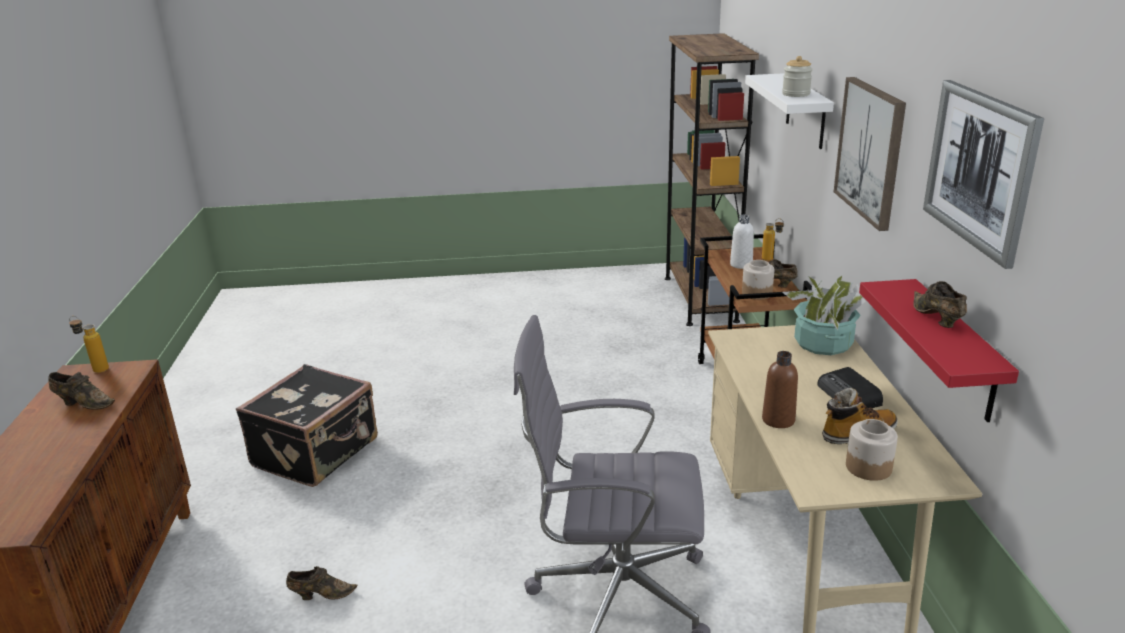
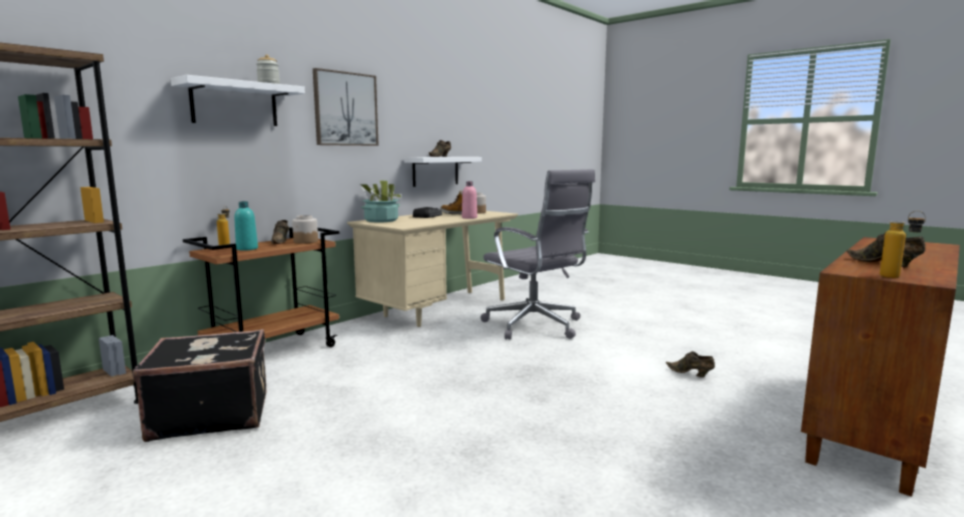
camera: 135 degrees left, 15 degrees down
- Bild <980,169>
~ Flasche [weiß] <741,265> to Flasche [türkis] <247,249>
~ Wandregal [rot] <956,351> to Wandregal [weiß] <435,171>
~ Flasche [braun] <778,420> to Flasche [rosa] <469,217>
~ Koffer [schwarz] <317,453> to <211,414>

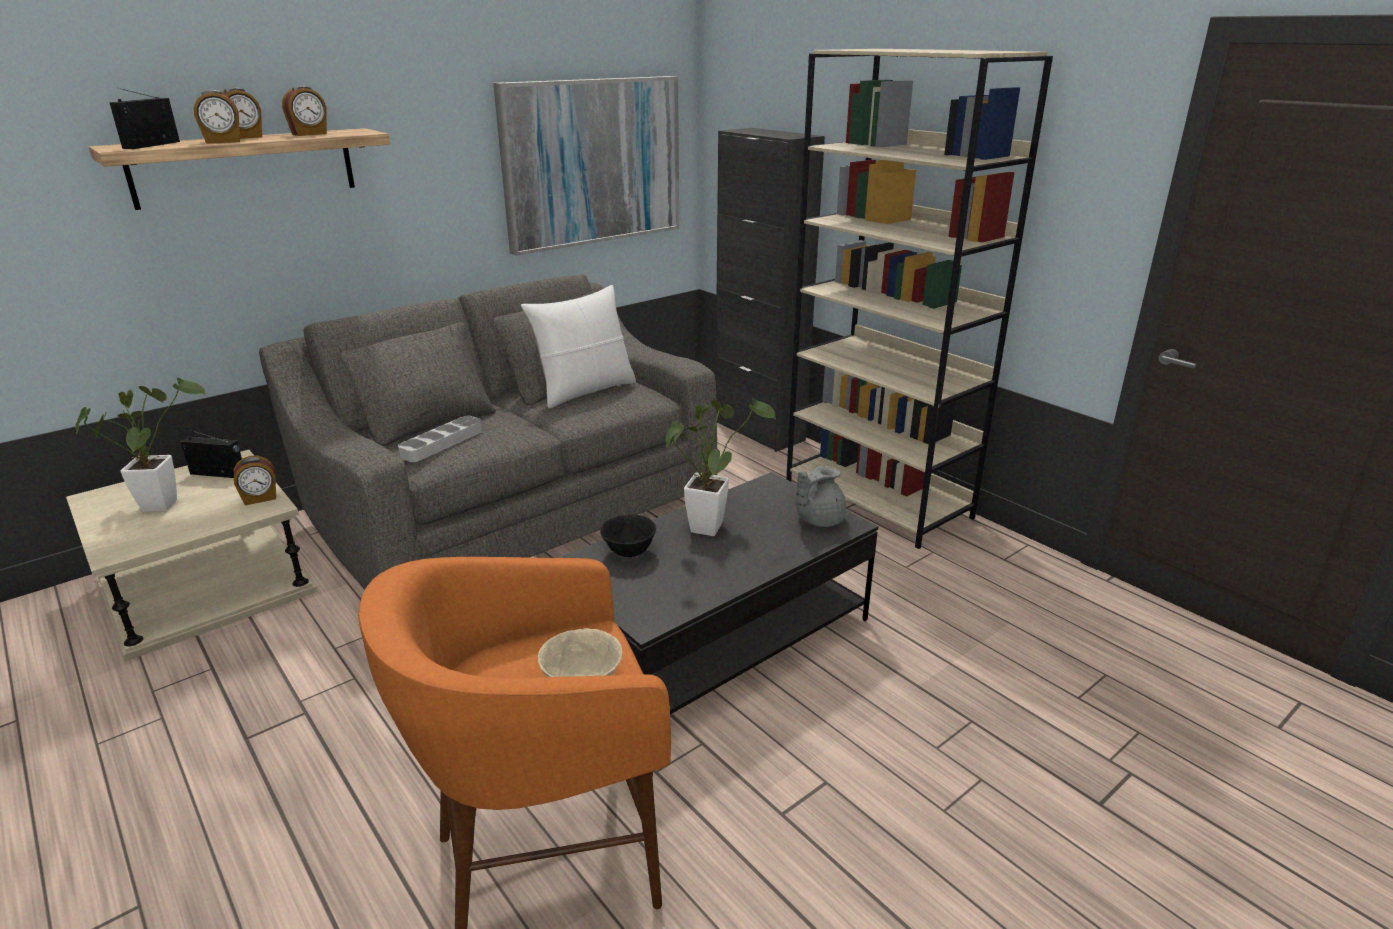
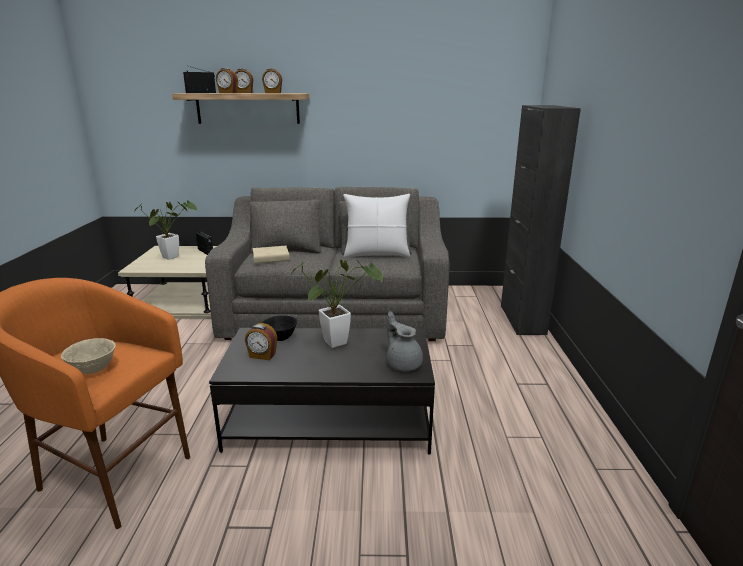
camera: 40 degrees right, 5 degrees down
- Bücherregal [beige] <878,499>
- Bild <592,162>
~ Tablett [grau] <442,443> to Buch [beige] <271,258>
~ Wecker <260,498> to <262,355>
~ Teekanne [grau] <818,520> = <403,363> 60 degrees clockwise

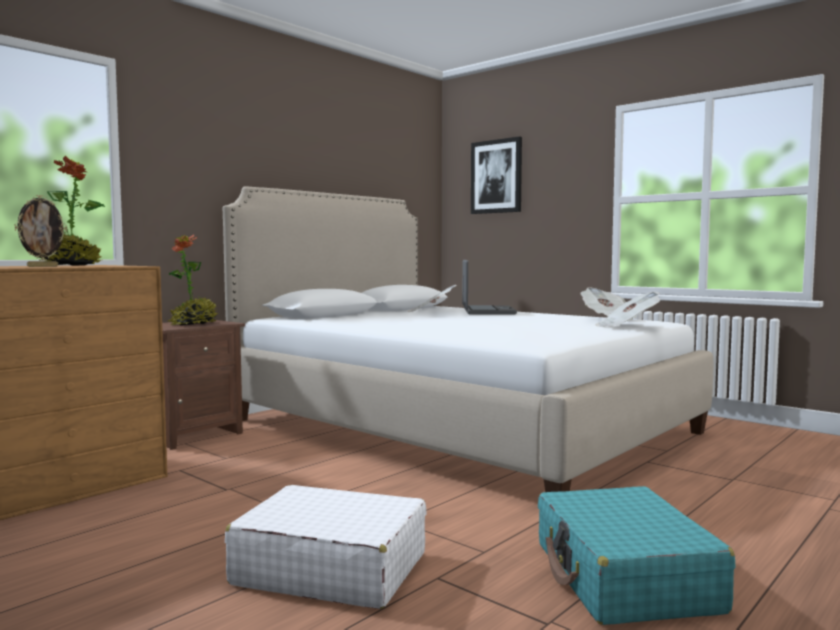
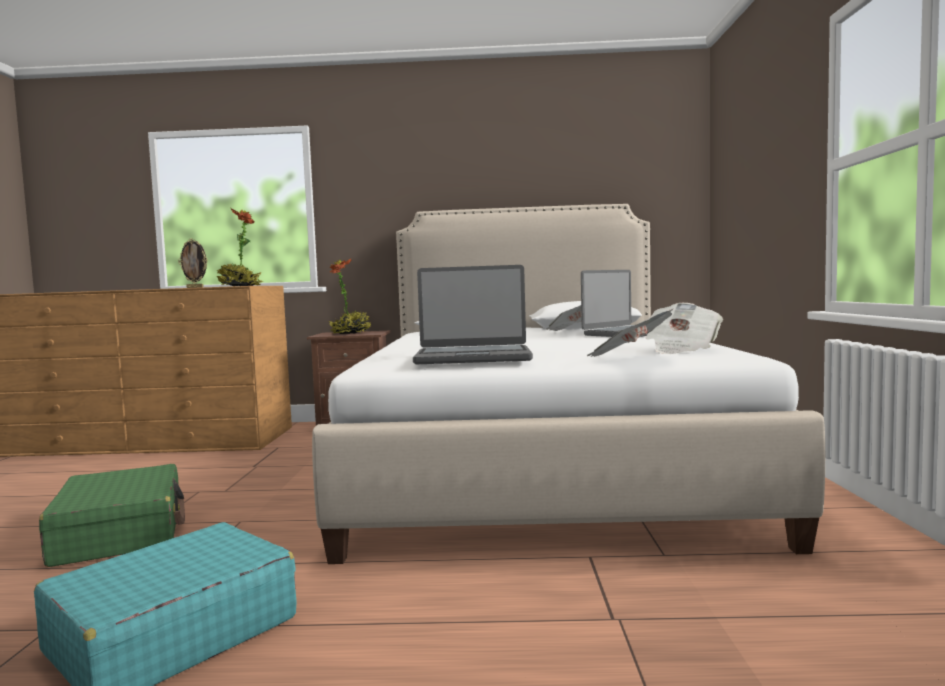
camera: 50 degrees right, 0 degrees up
- Bild <496,176>
~ Koffer [weiß] <330,568> to Koffer [grün] <121,533>
+ Laptop <473,357>

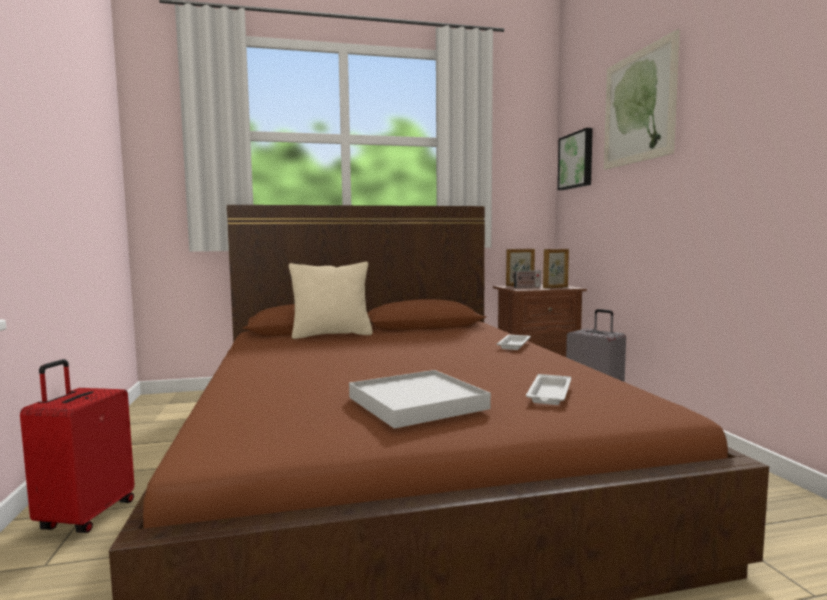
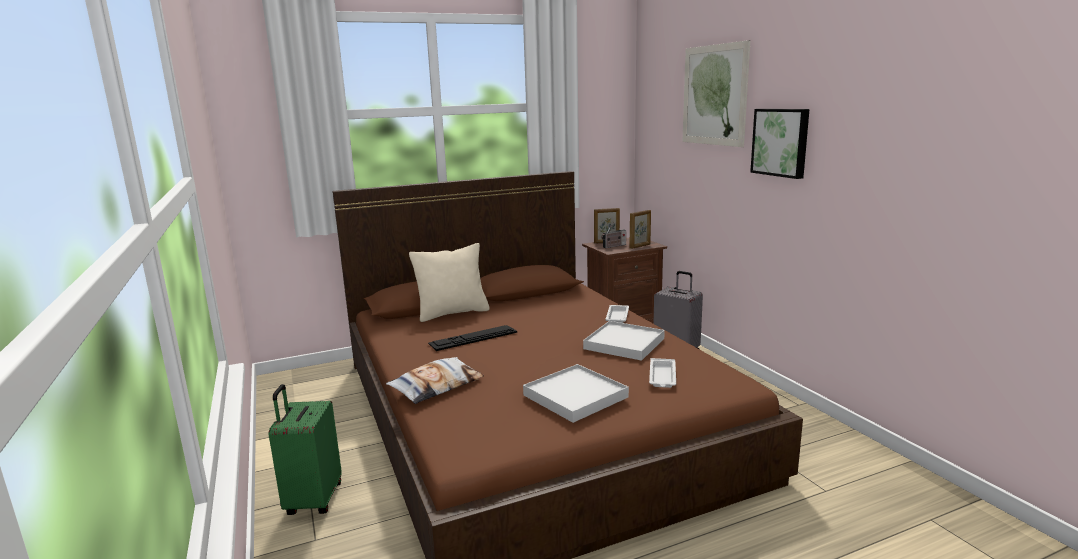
camera: 10 degrees left, 10 degrees up
~ Bild <577,160> to <781,142>
~ Koffer [rot] <85,516> to Koffer [grün] <313,500>
+ Tablett [weiß] <624,343>
+ Tastatur <473,337>
+ Kissen <436,386>

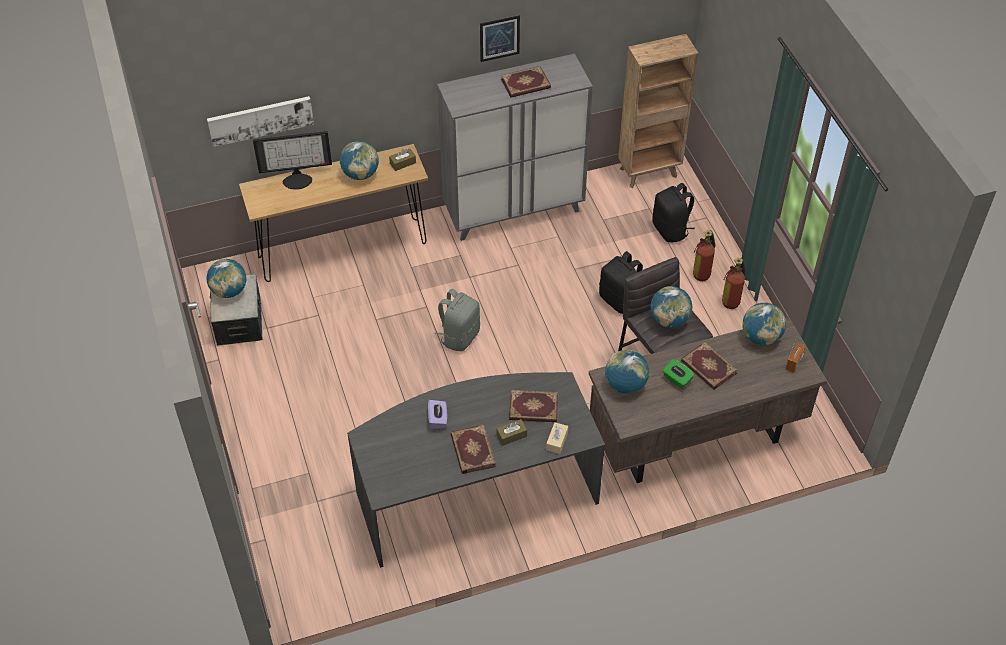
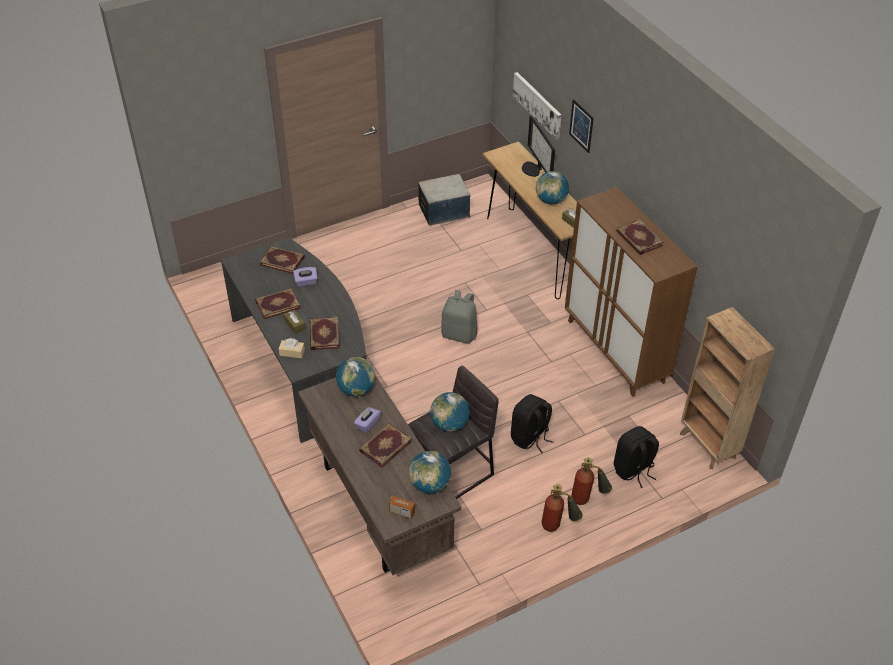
camera: 80 degrees right, 5 degrees down
~ Bild <499,38> to <581,126>
~ Schrank [grau] <514,211> to Schrank [braun] <615,351>
- Globus <229,291>
~ Taschentuchbox [grün] <677,379> to Taschentuchbox [lila] <367,424>
+ Buch <282,261>

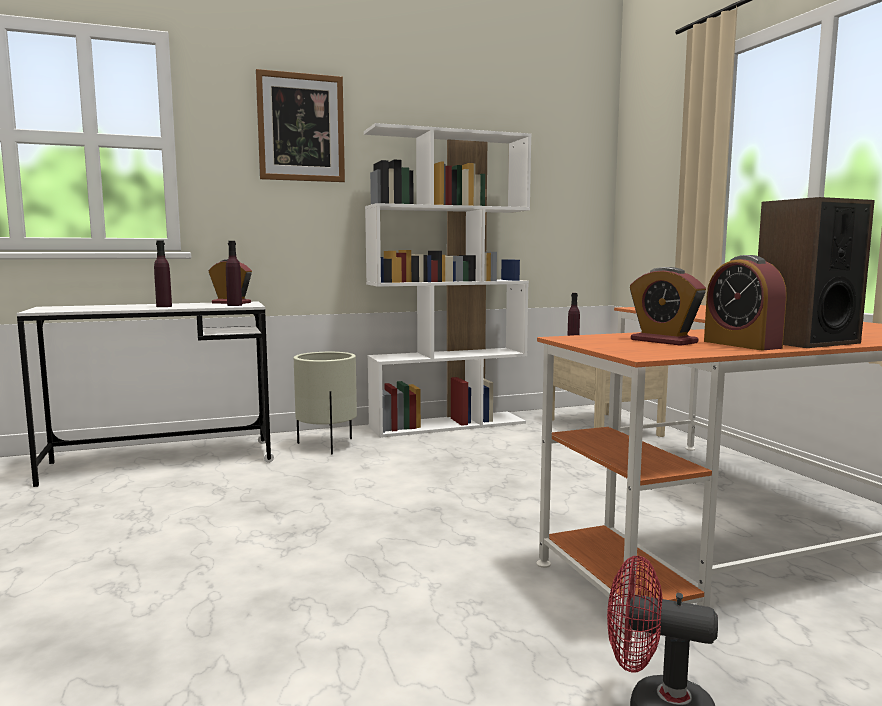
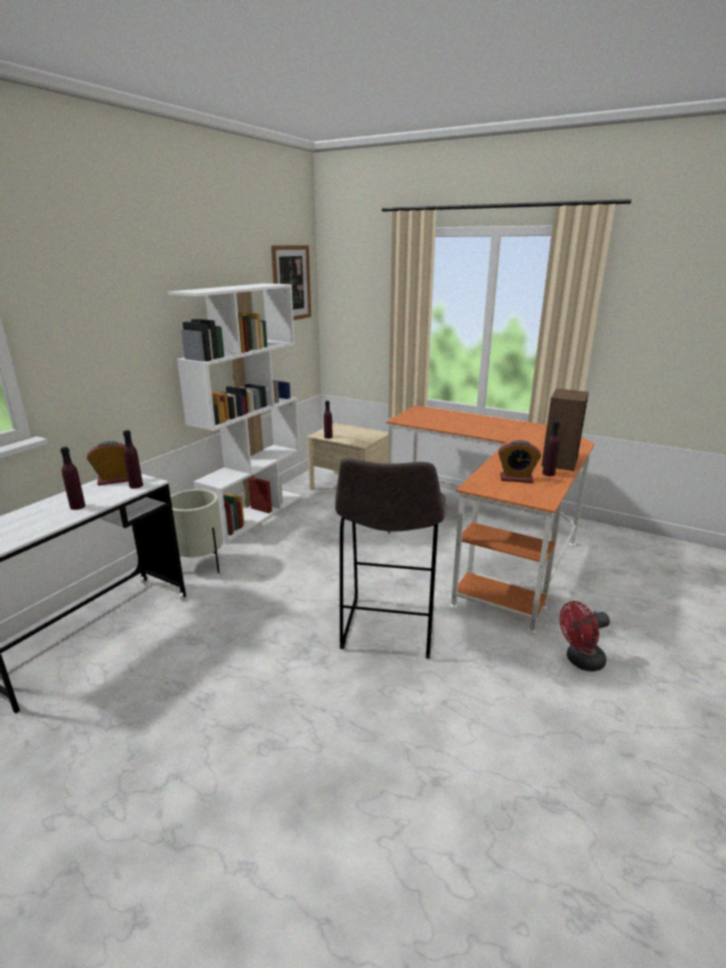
camera: 40 degrees left, 15 degrees up
~ Bild <301,127> to <291,283>
~ Wecker <741,344> to Flasche [lila] <548,474>
+ Hocker [grau] <388,629>

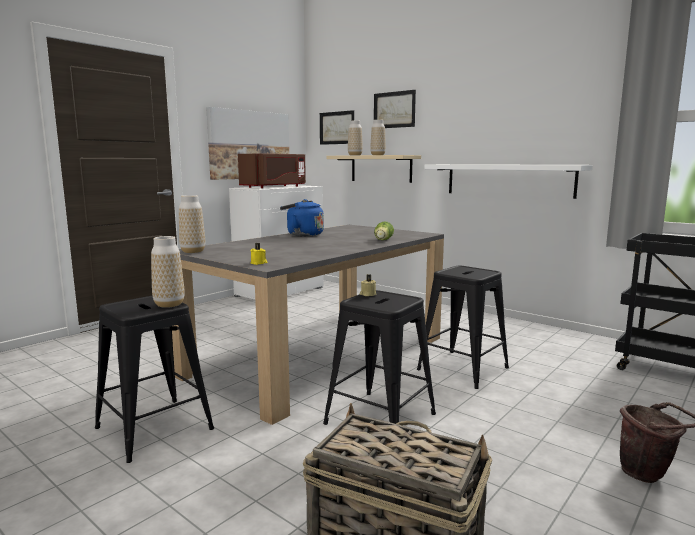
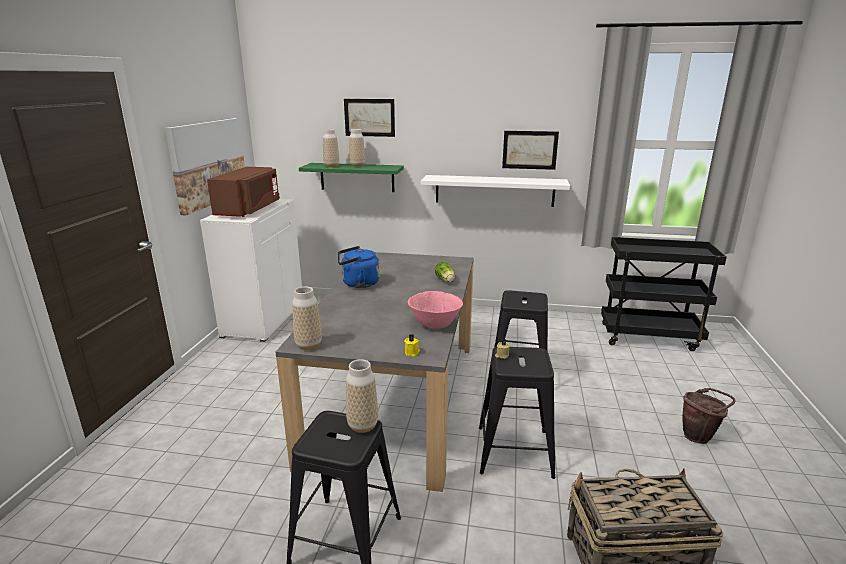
camera: 30 degrees left, 10 degrees up
~ Bild <337,128> to <529,150>
~ Wandregal [beige] <381,168> to Wandregal [grün] <357,177>
+ Schüssel [rosa] <434,324>

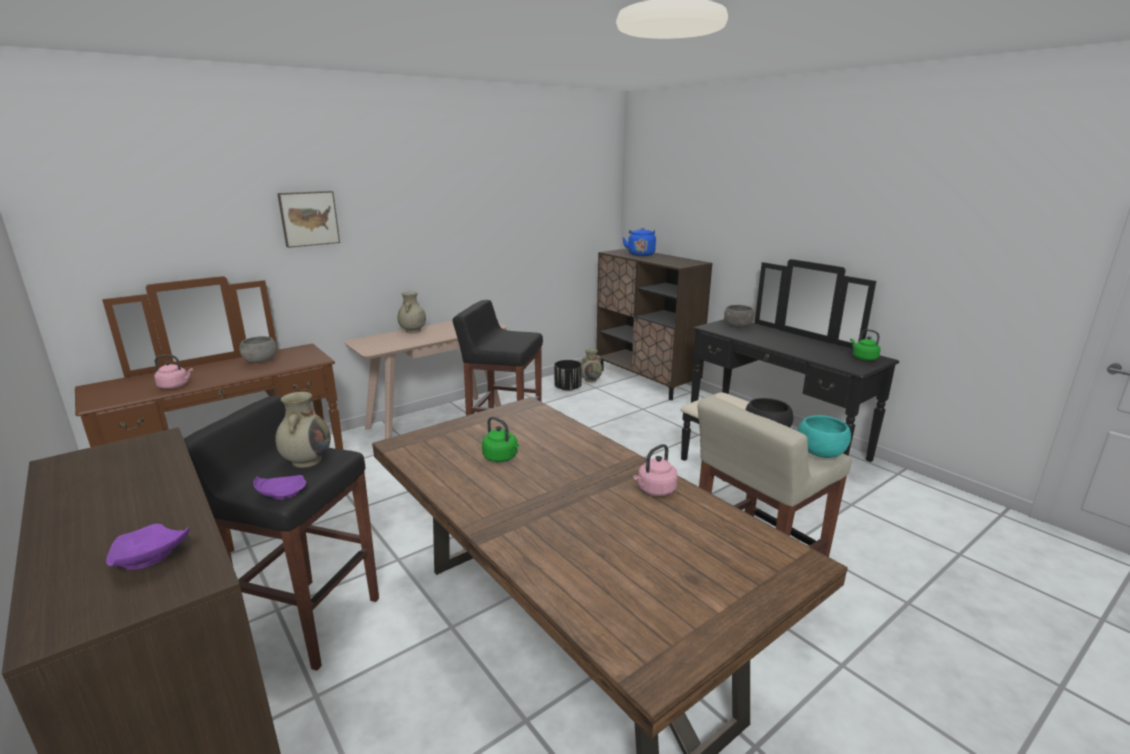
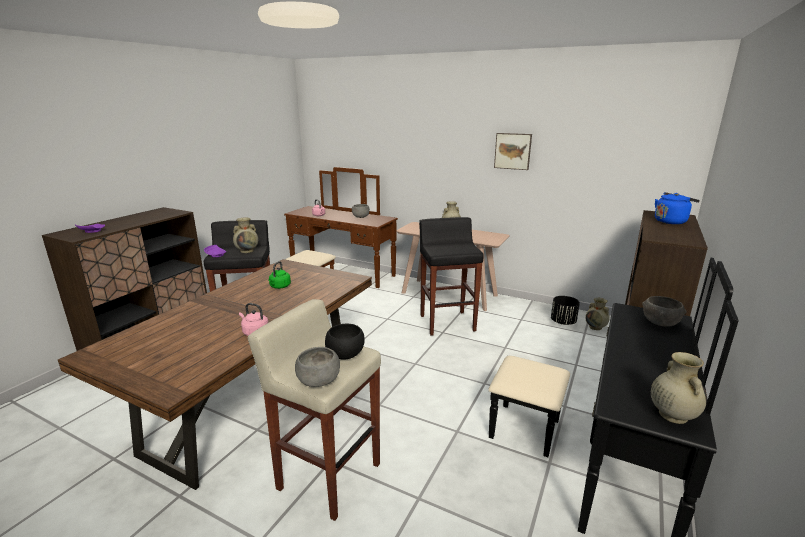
camera: 65 degrees right, 0 degrees up
~ Bild <308,218> to <513,151>
~ Wasserkessel [grün] <863,358> to Vase [beige] <672,414>
~ Schüssel [türkis] <820,454> to Schüssel [grau] <318,381>

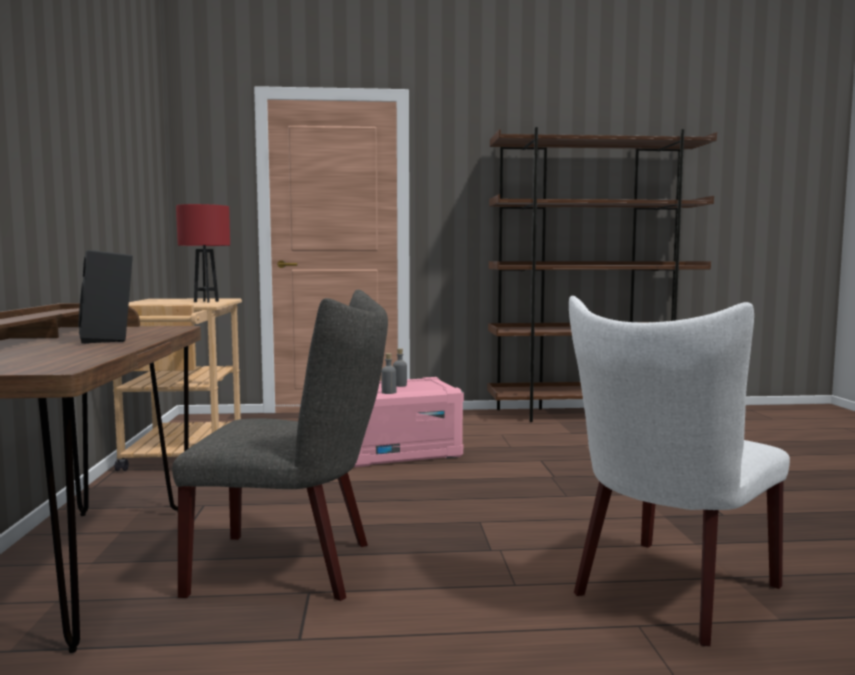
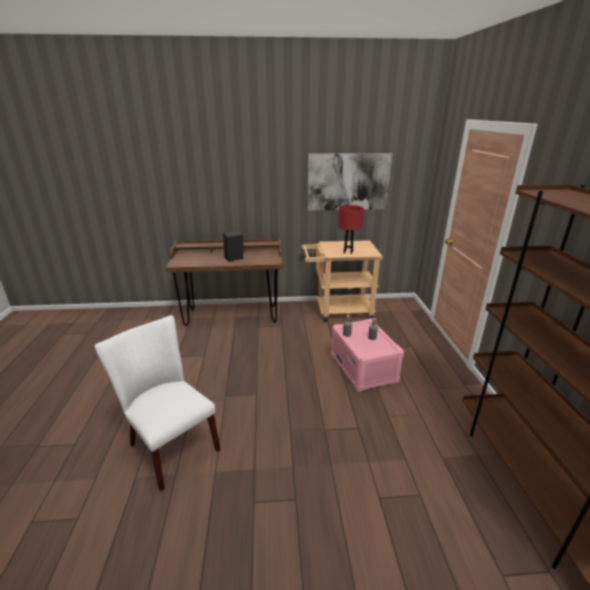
camera: 90 degrees right, 20 degrees up
- Stuhl [grau] <294,567>
+ Bild <348,182>

